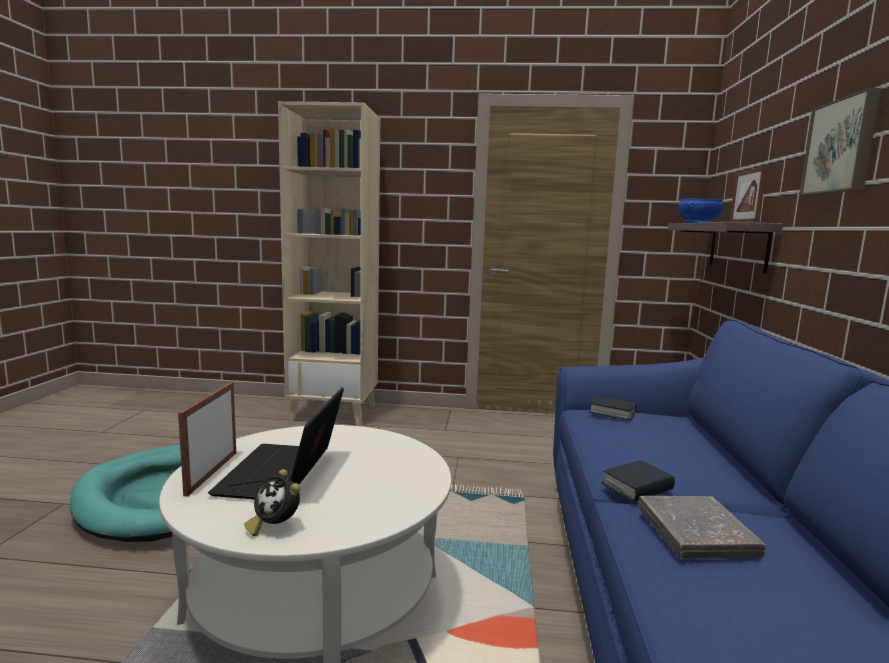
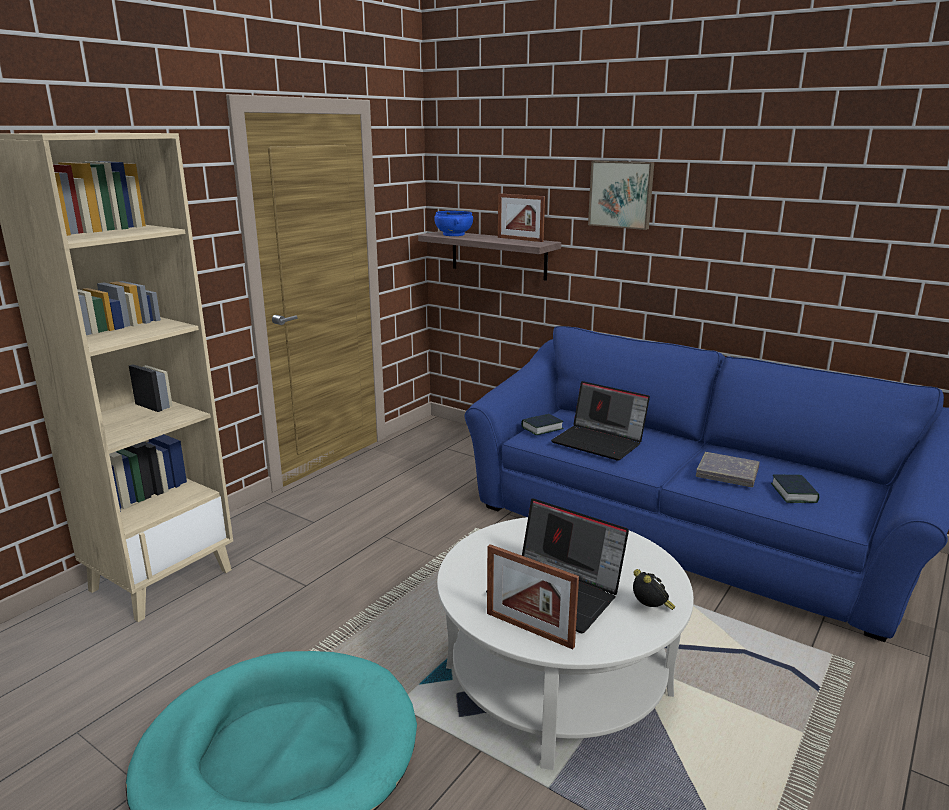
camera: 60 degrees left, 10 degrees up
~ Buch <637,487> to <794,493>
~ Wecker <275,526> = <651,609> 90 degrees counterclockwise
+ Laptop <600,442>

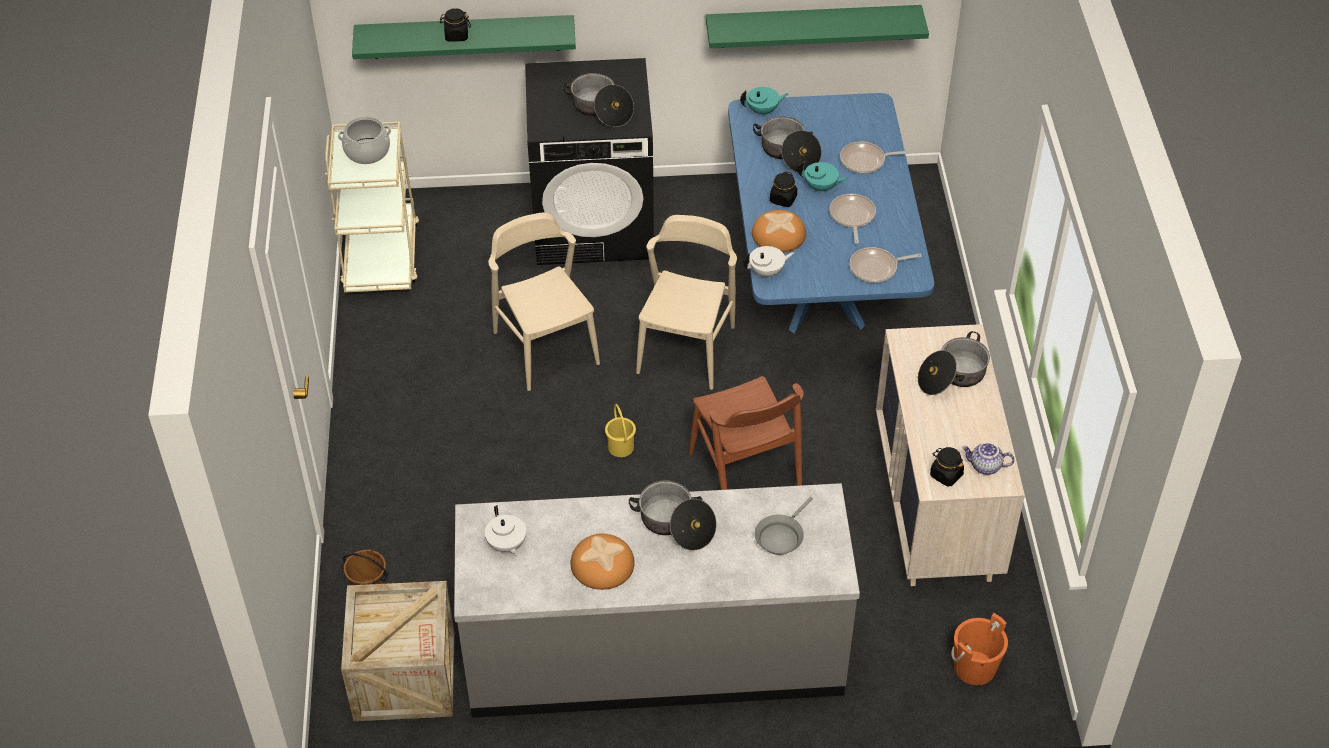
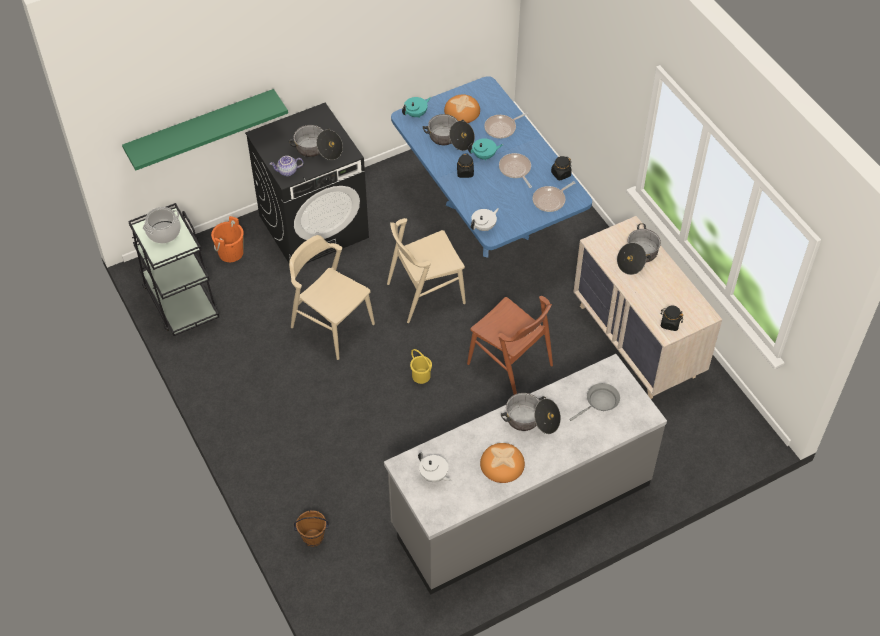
camera: 25 degrees left, 5 degrees up
- Wandregal [grün] <812,26>
~ Vorratsglas [schwarz] <456,35> to <560,174>
~ Rollwagen [beige] <381,256> to Rollwagen [schwarz] <180,300>
~ Brot <778,235> to <462,112>
~ Stuhl [beige] <686,349> = <425,293> 105 degrees counterclockwise
~ Teekanne <985,467> to <287,171>
~ Pfanne [grau] <781,536> = <600,402> 135 degrees counterclockwise
- Kiste <404,676>
~ Eimer [orange] <974,667> to <231,252>

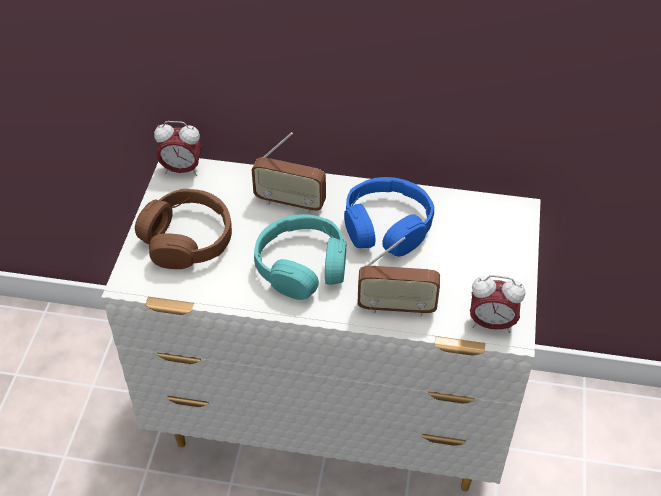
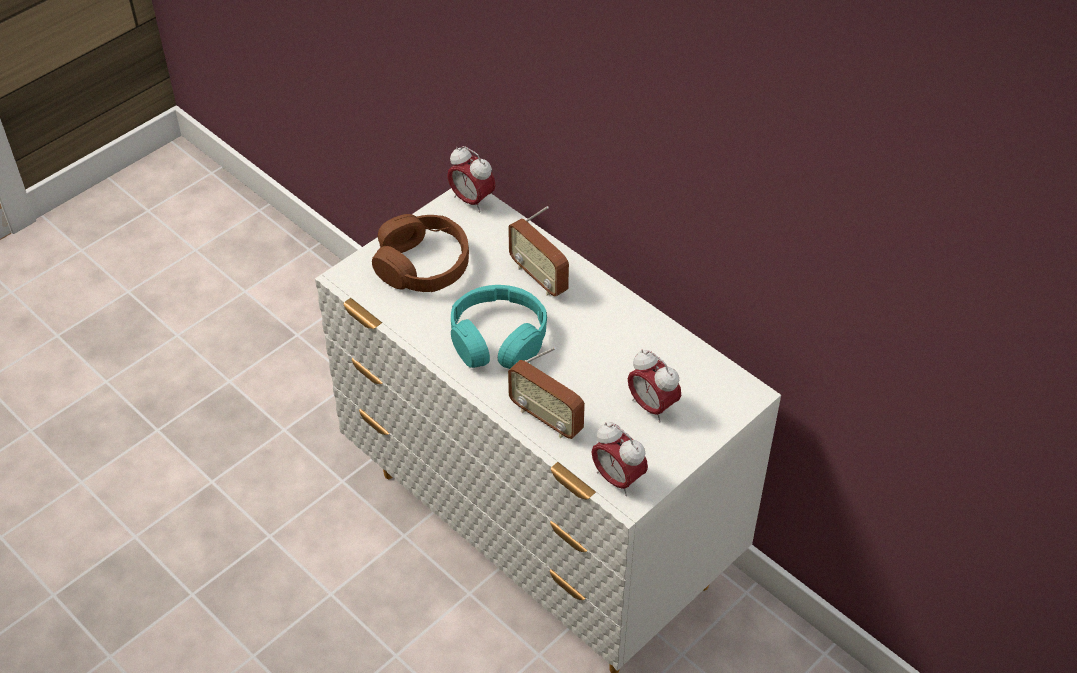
camera: 35 degrees right, 0 degrees up
- Kopfhörer [blau] <387,226>
+ Wecker <652,406>

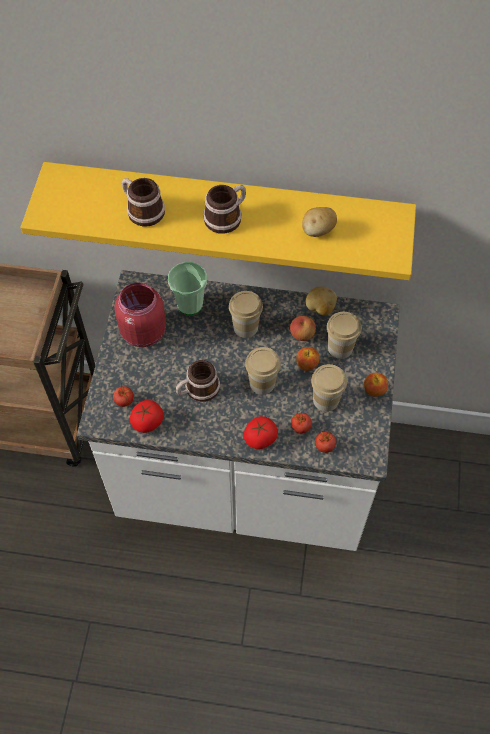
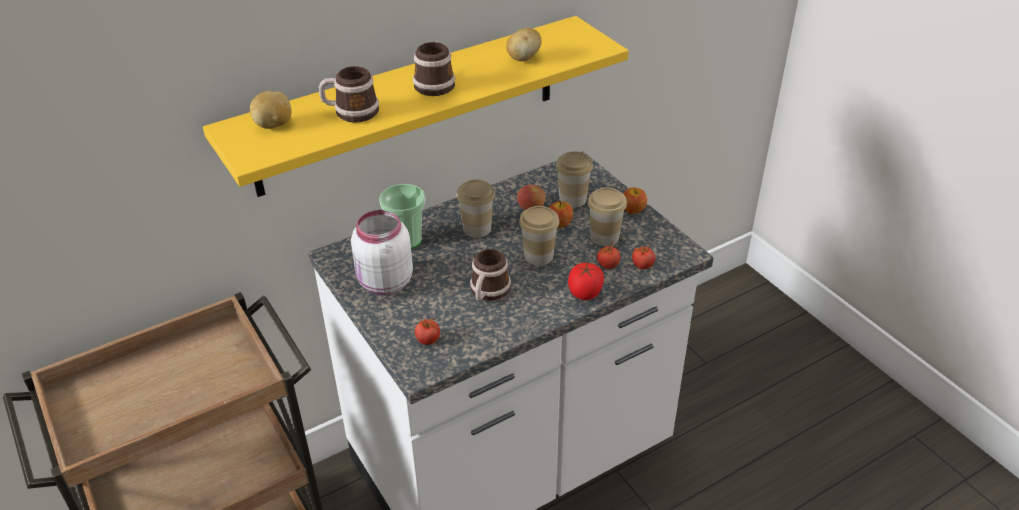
camera: 40 degrees left, 20 degrees down
~ Vorratsglas [rot] <142,332> to Vorratsglas [weiß] <384,283>
~ Kartoffel <320,308> to <274,125>
- Tomate <147,422>

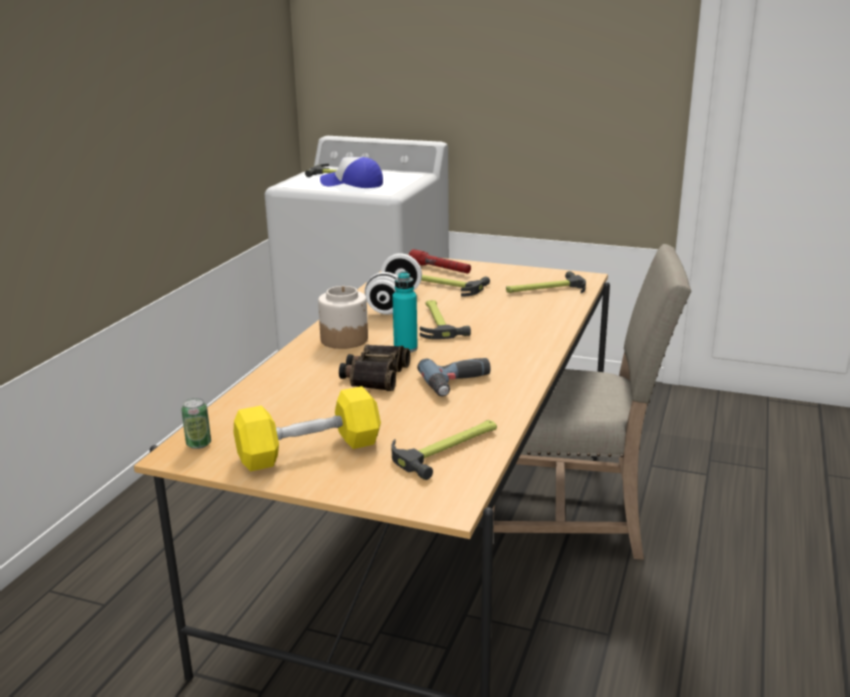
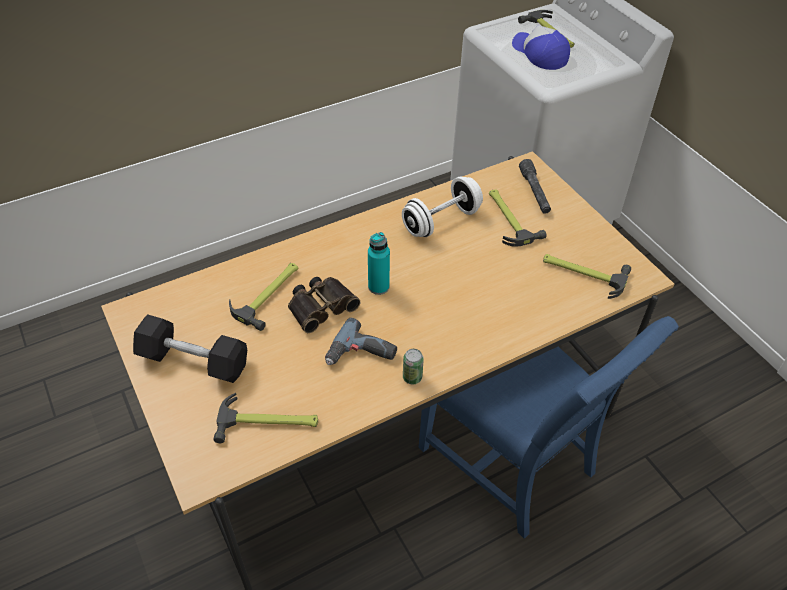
camera: 40 degrees right, 25 degrees up
~ Stuhl [beige] <568,519> to Stuhl [blau] <513,461>
~ Taschenlampe [rot] <440,269> to Taschenlampe [grau] <534,192>
- Vorratsglas <344,339>
~ Hammer <438,322> to <269,294>
~ Hantel [gelb] <309,450> to Hantel [schwarz] <193,361>
~ Dose <198,444> to <412,377>

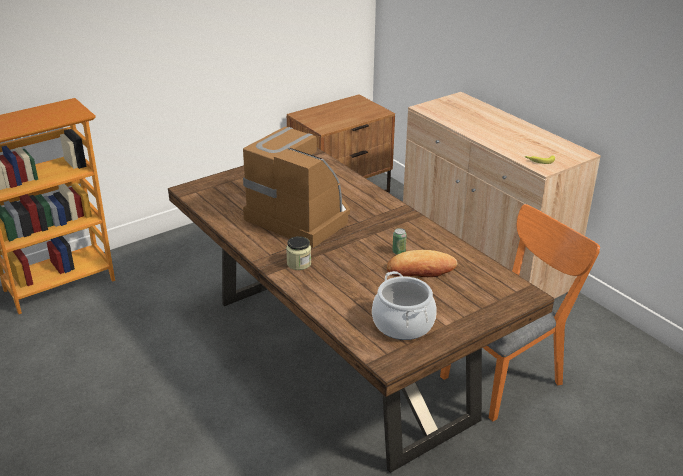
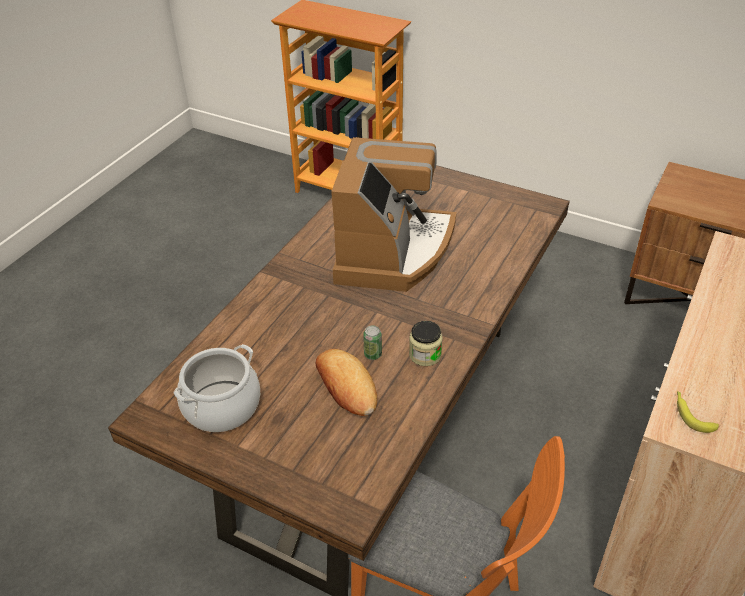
camera: 65 degrees right, 10 degrees up
~ Vorratsglas <299,263> to <425,355>

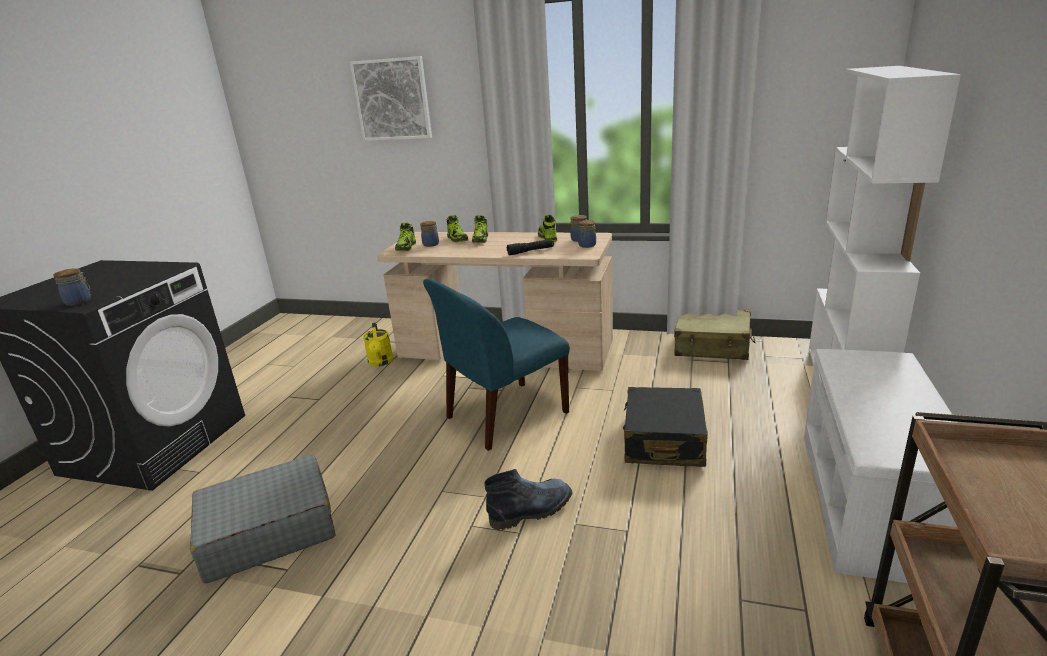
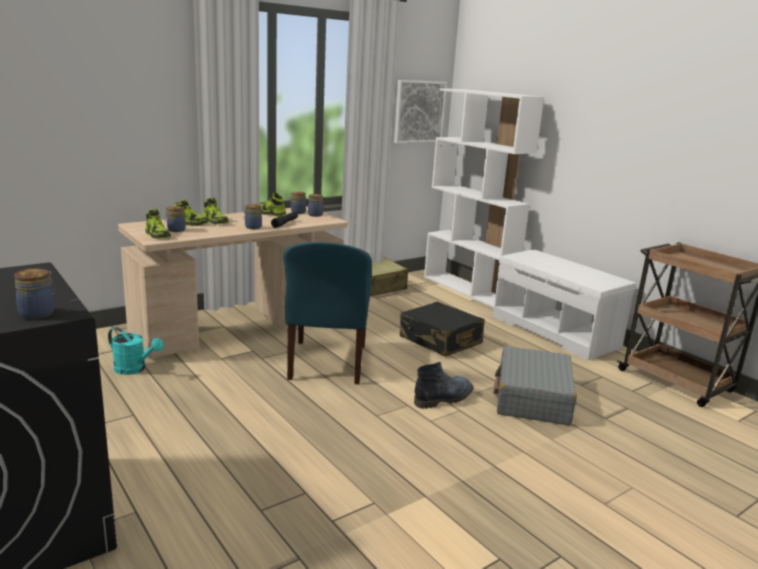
camera: 55 degrees left, 5 degrees down
~ Bild <392,99> to <419,112>
~ Gießkanne [gelb] <381,362> to Gießkanne [türkis] <134,369>
~ Koffer [grau] <268,531> to <532,398>
~ Stiefel <532,510> = <444,398> 45 degrees clockwise
+ Vorratsglas <252,227>

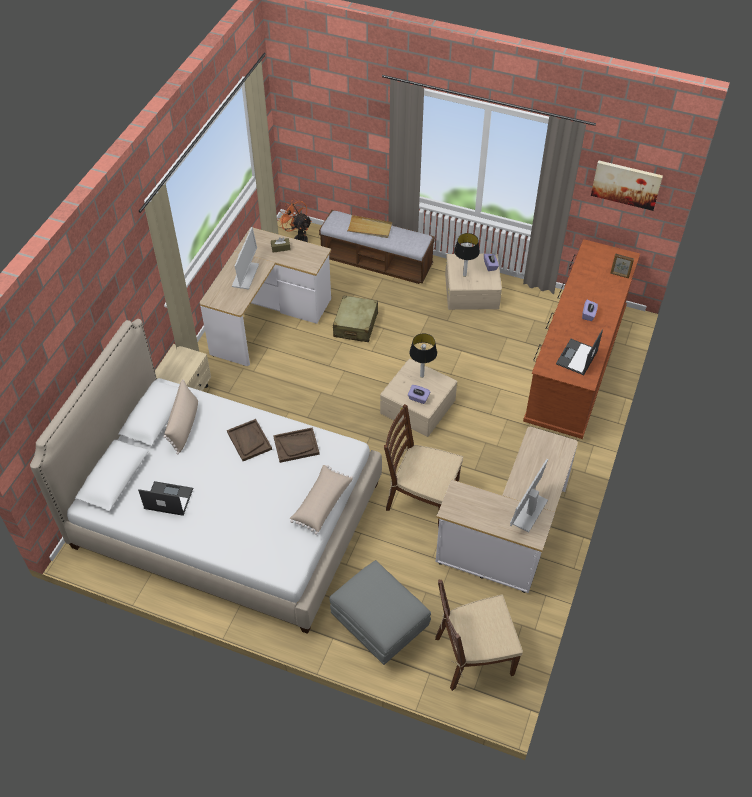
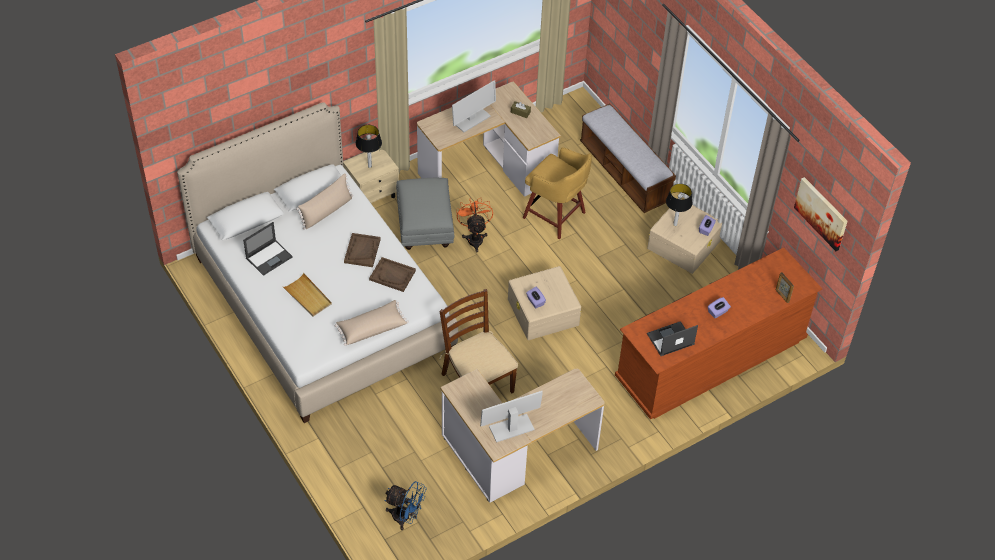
camera: 35 degrees right, 0 degrees up
~ Ventilator [orange] <298,239> to <474,237>
~ Tablett [beige] <369,228> to <308,296>
~ Koffer [beige] <355,325> to Hocker [gelb] <555,216>
~ Tischlampe <422,375> to <370,166>
~ Laptop <168,499> = <269,257> 90 degrees clockwise
~ Polsterhocker [grau] <380,626> to <425,228>
~ Stuhl [braun] <473,656> to Ventilator [blau] <405,517>

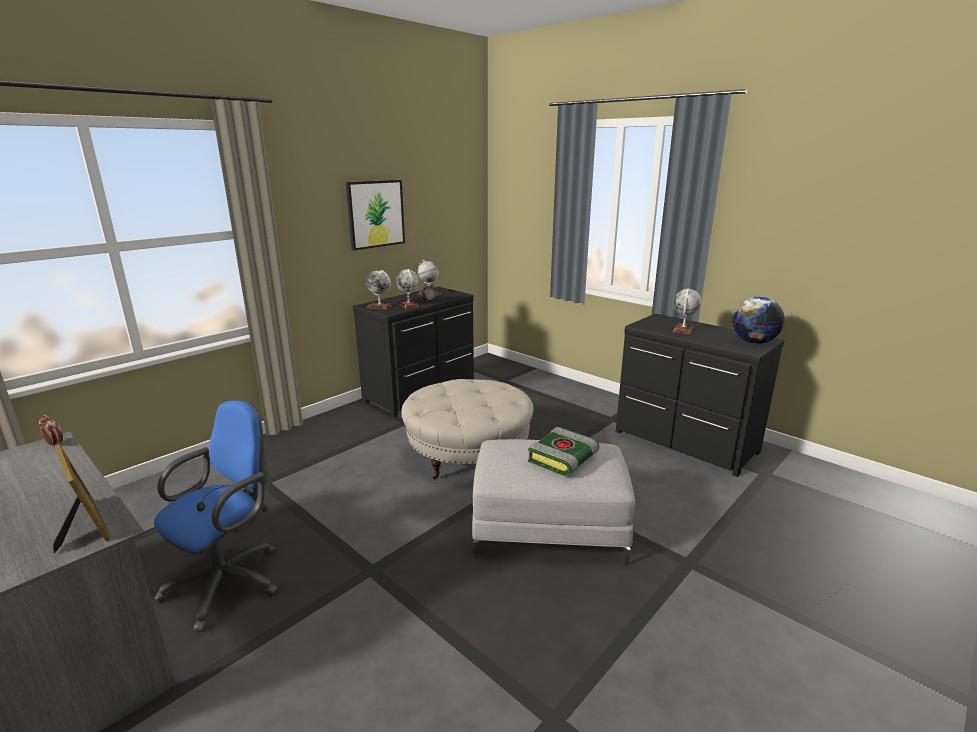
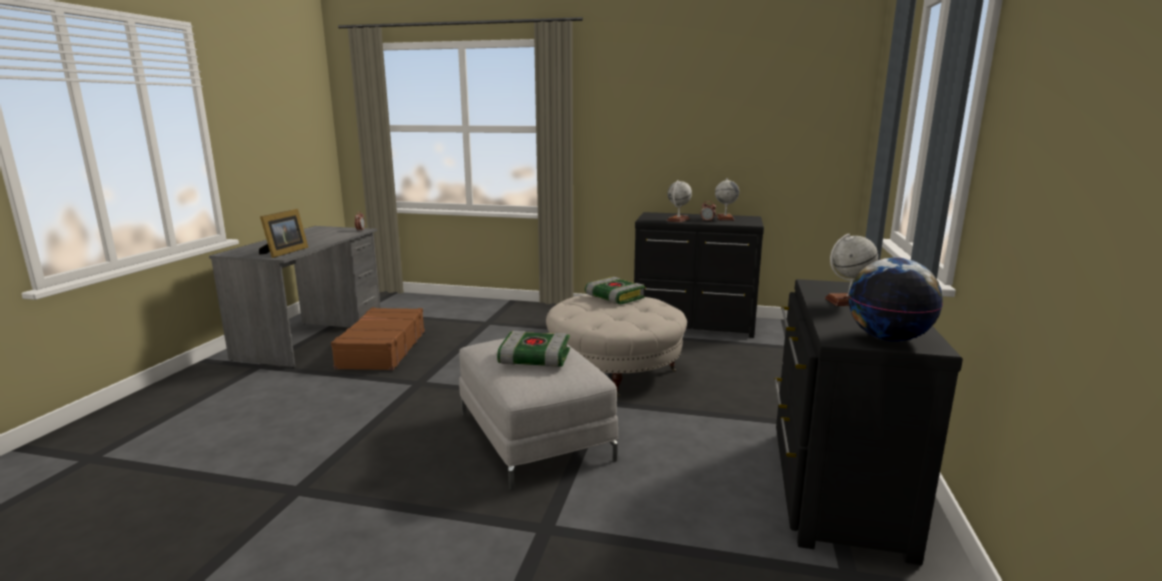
camera: 60 degrees right, 5 degrees down
- Bild <375,214>
- Globus <380,307>
~ Bürostuhl [blau] <231,580> to Koffer [braun] <381,350>
+ Buch <613,297>

